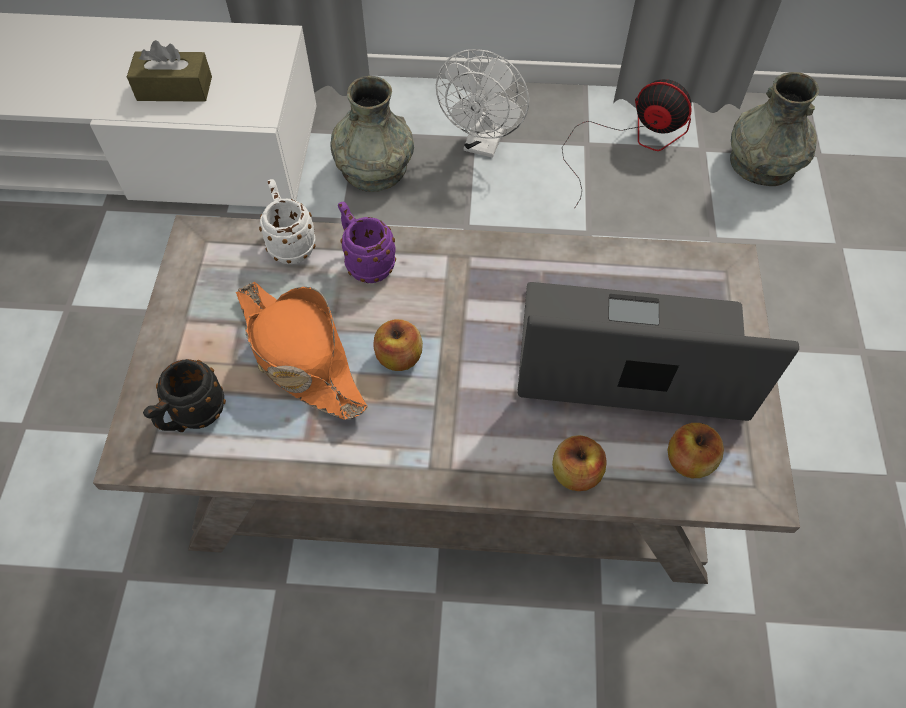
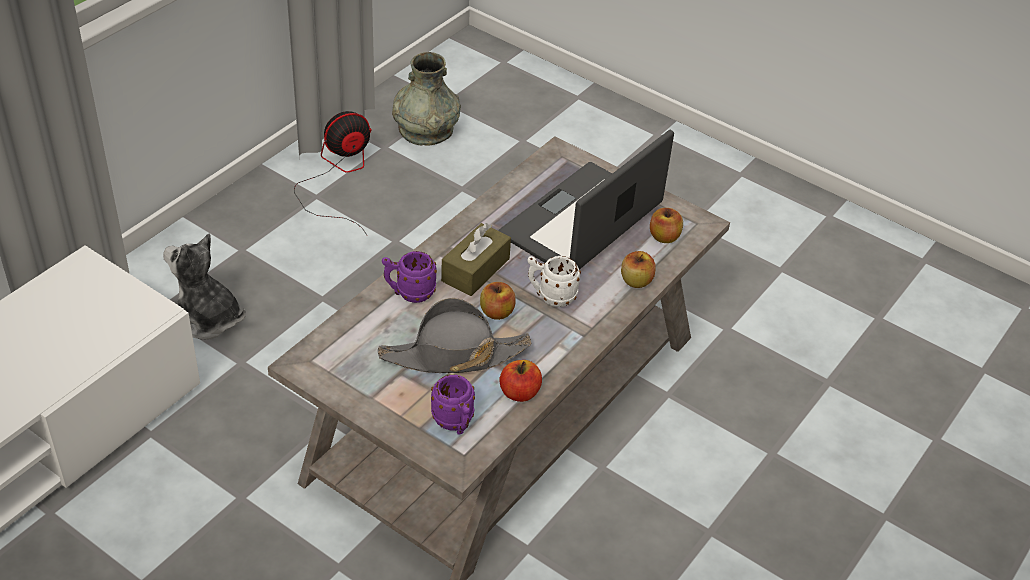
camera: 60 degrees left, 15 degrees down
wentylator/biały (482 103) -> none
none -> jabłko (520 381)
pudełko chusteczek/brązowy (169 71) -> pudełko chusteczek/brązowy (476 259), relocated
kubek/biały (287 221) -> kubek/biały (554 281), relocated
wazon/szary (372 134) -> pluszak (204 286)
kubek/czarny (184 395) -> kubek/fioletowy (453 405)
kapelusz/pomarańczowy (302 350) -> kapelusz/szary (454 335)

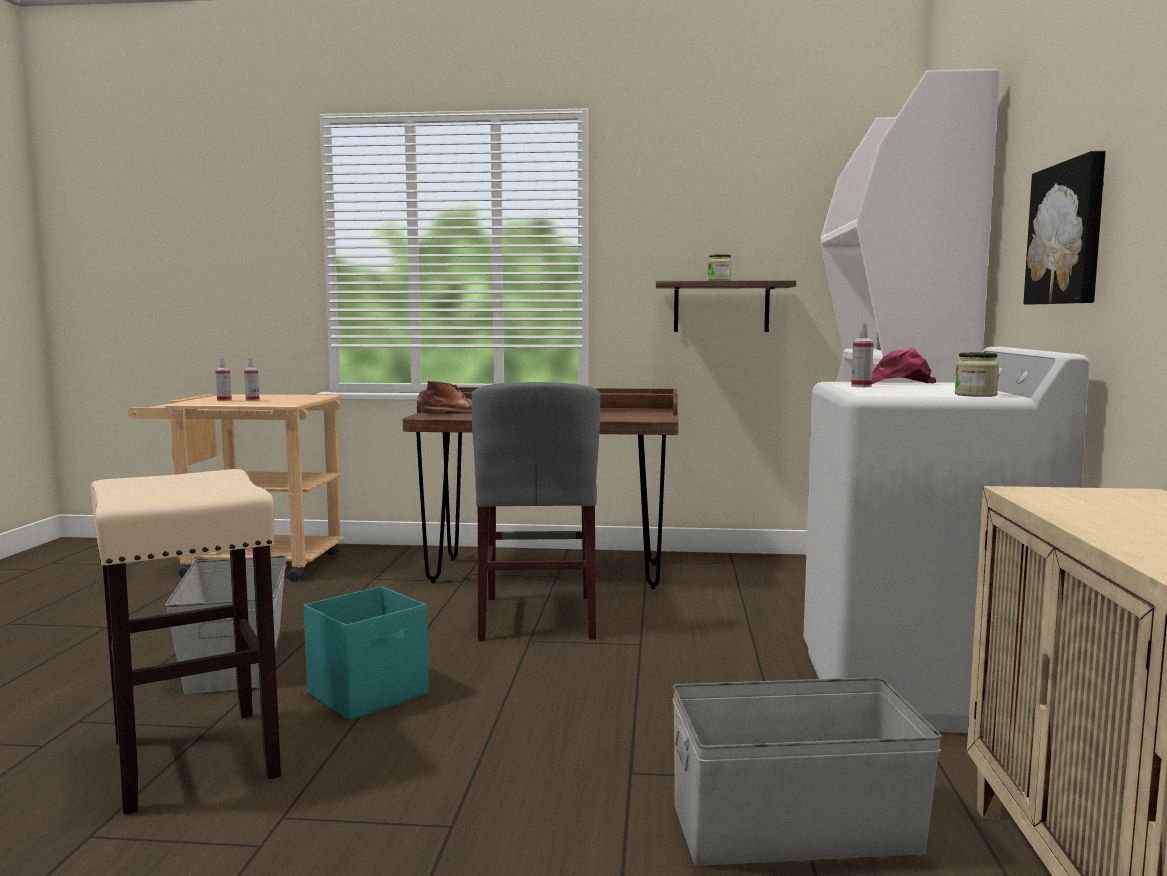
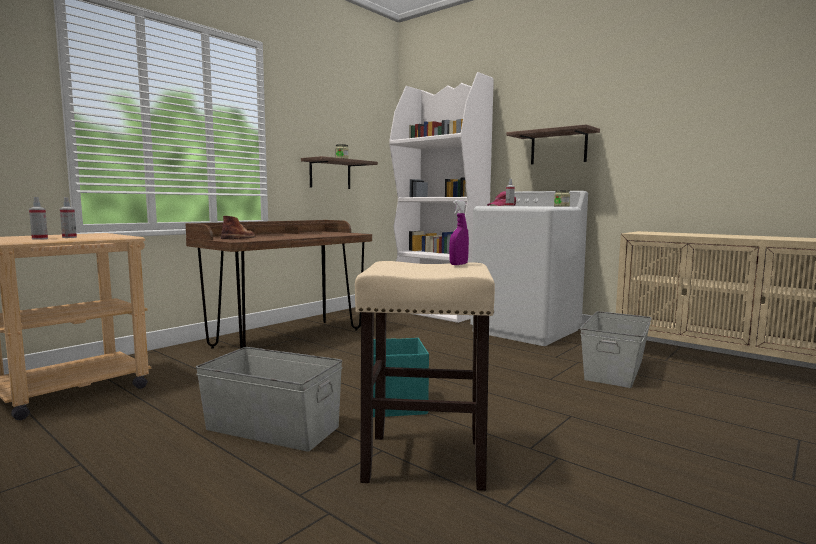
camera: 55 degrees left, 0 degrees up
krzesło/szary (535 511) -> none
none -> spryskiwacz/fioletowy (459 232)
obraz (1064 228) -> półka (553 144)

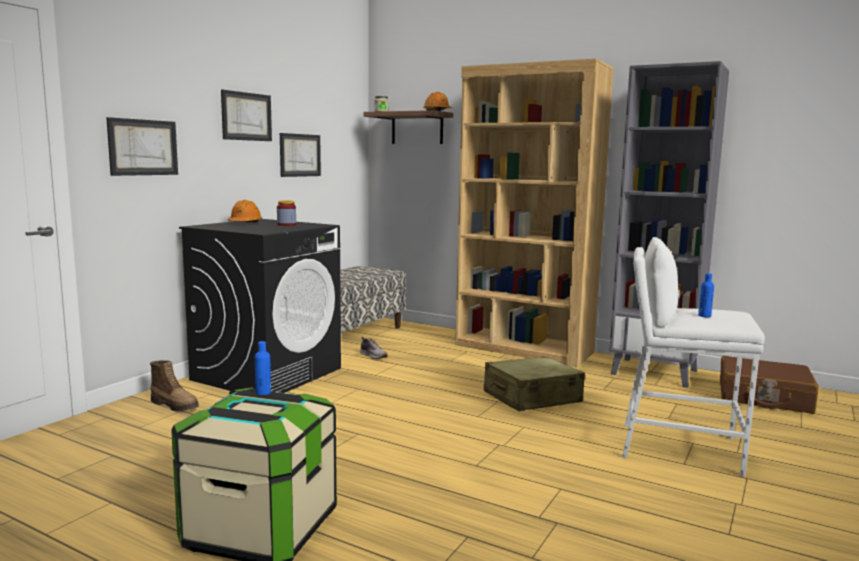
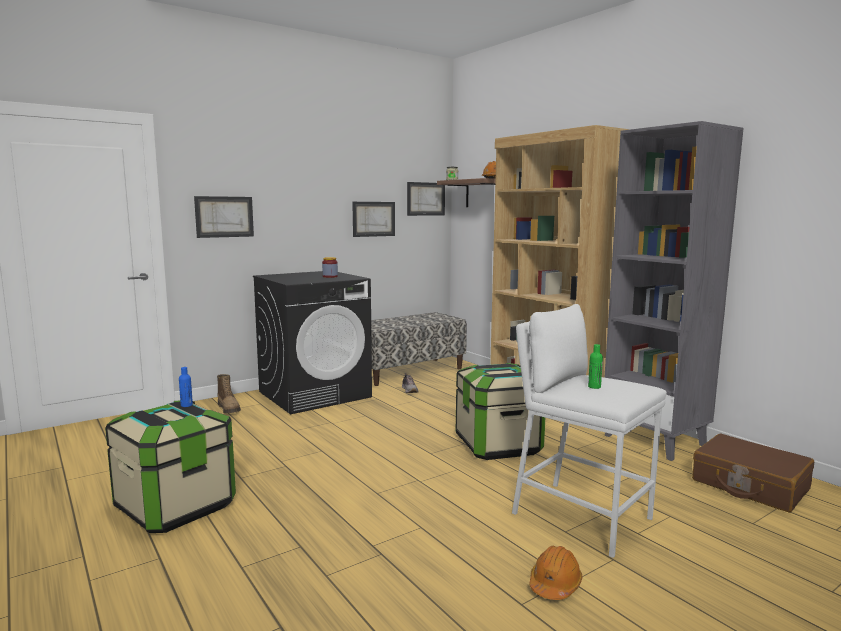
camera: 25 degrees right, 0 degrees up
obraz (246 115) -> obraz (426 199), relocated
kask/pomarańczowy (245 211) -> kask/pomarańczowy (556 573), relocated
walizka/beżowy (534 383) -> pojemnik do przechowywania (500 411)
butelka/niebieski (706 295) -> butelka/zielony (595 366)

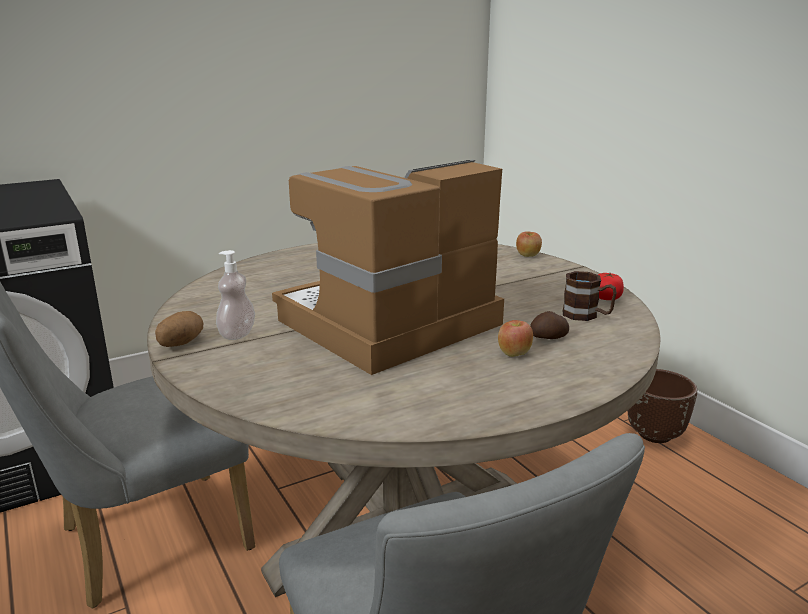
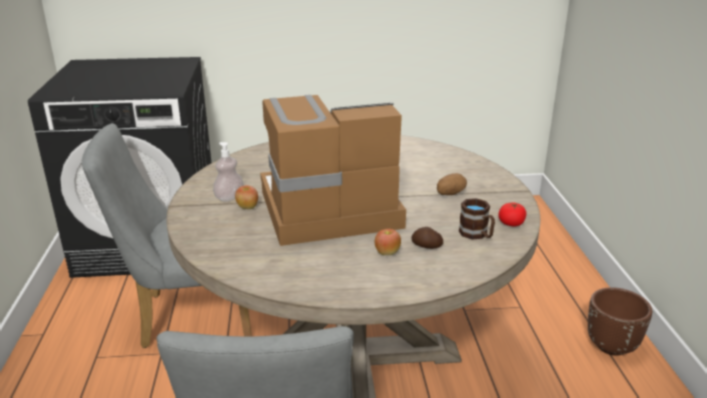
camera: 25 degrees right, 5 degrees up
ziemniak (179 329) -> ziemniak (452 184), relocated
jabłko (529 244) -> jabłko (246 197), relocated

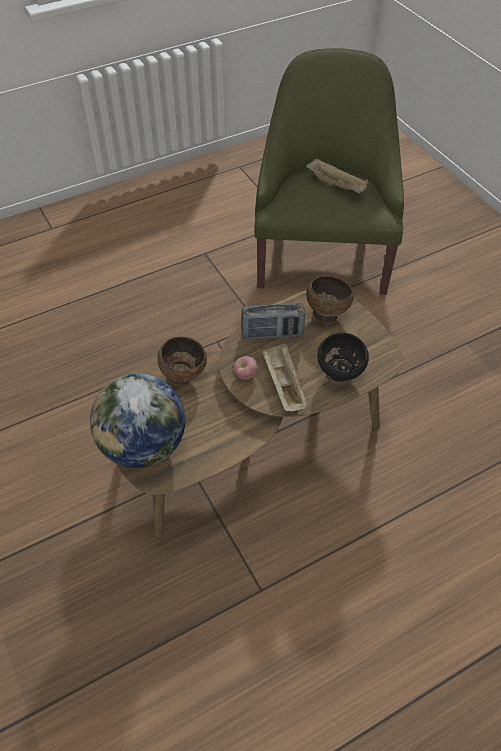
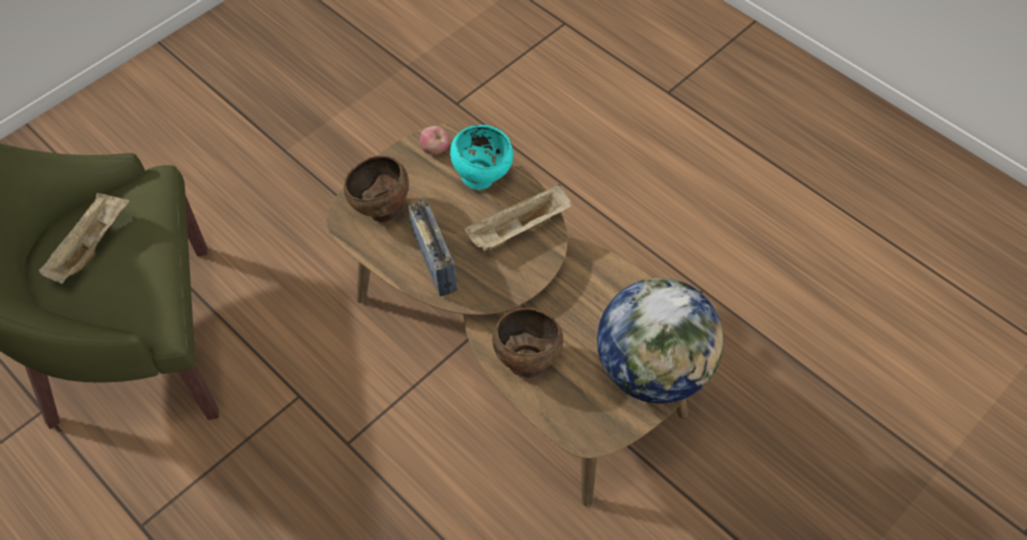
camera: 105 degrees left, 5 degrees up
jabłko (246 368) -> jabłko (435 140), relocated
miska/czarny (343 357) -> miska/turkusowy (481 157)

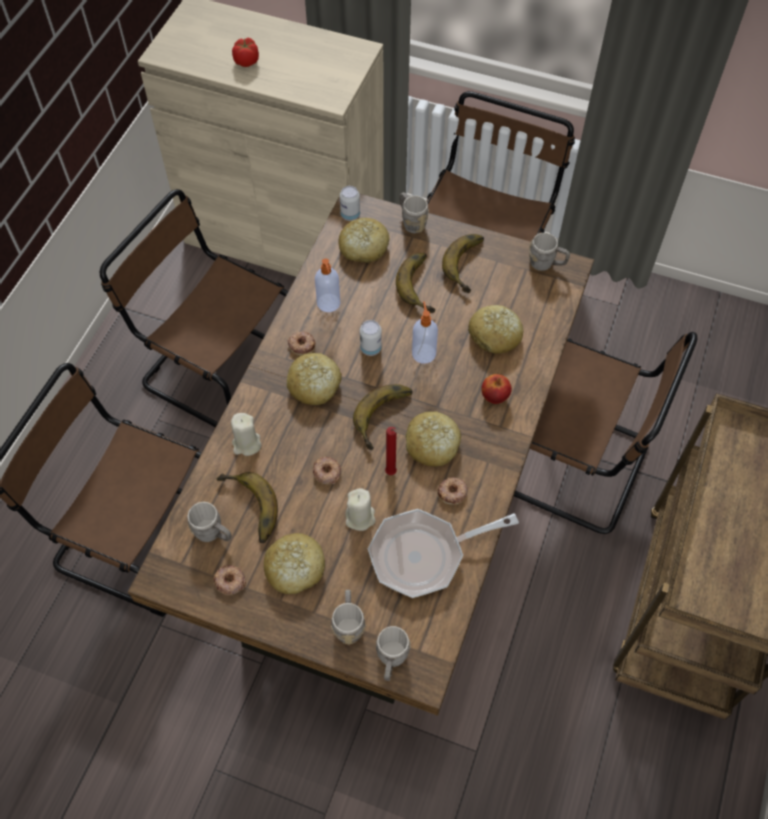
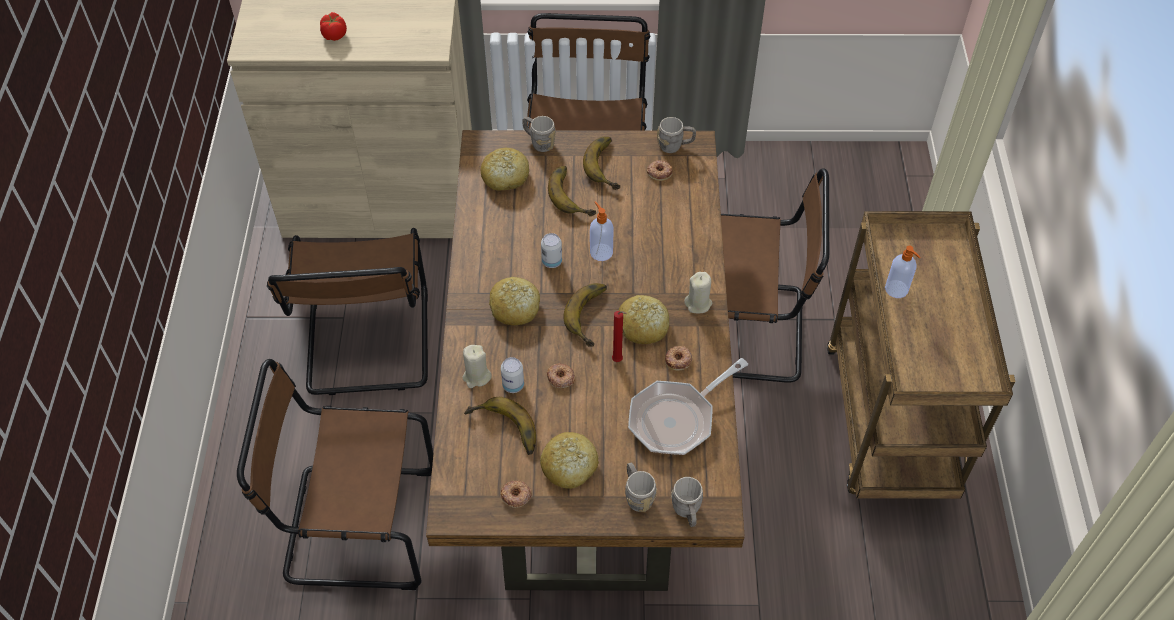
camera: 20 degrees left, 5 degrees down
kubek/szary (210 522) -> none
chleb (495 329) -> none
jabłko (496 389) -> none
donut (302 343) -> donut (660 170), relocated
dozownik mydła (327 285) -> dozownik mydła (903 272), relocated
puszka (350 203) -> puszka (512 375), relocated
świeca/beżowy (360 509) -> świeca/beżowy (698 292), relocated
krzesło/brązowy (194 308) -> krzesło/brązowy (347 311), 105 degrees counterclockwise

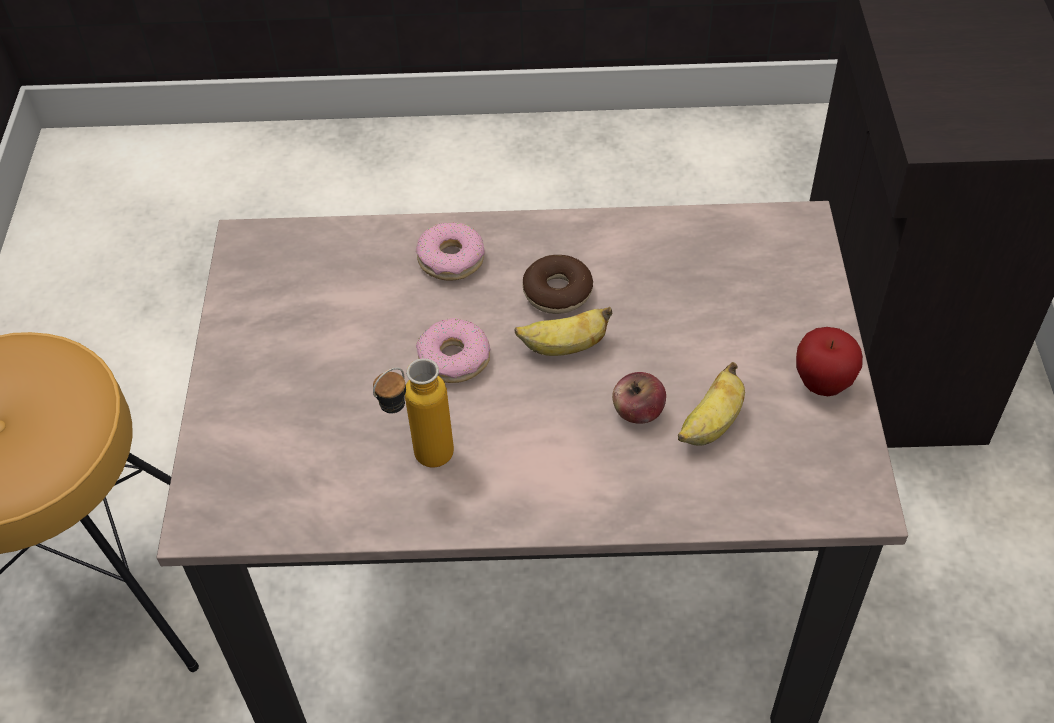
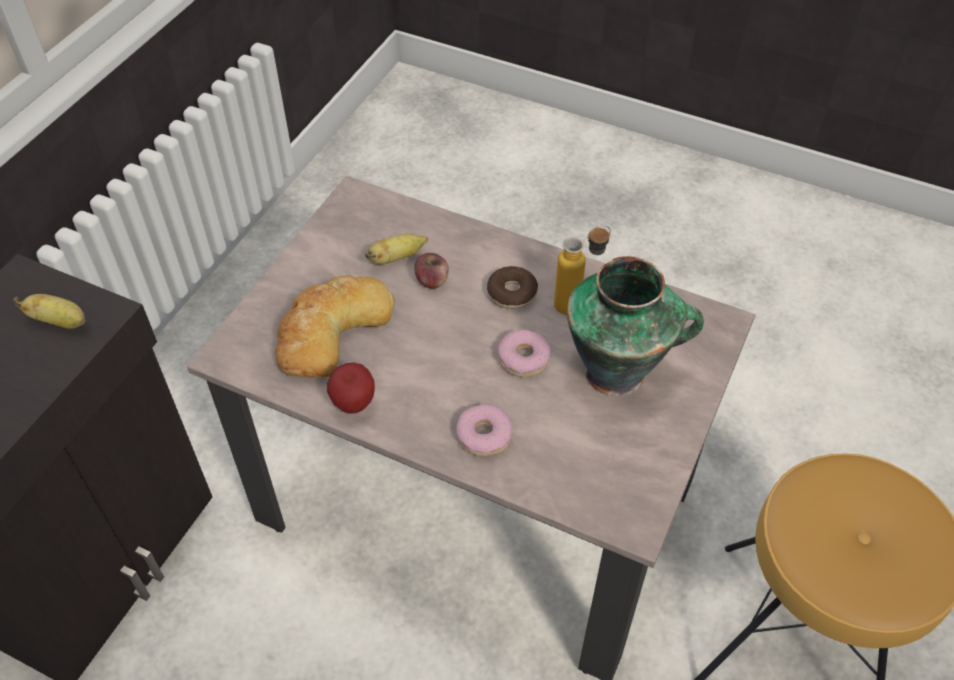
camera: 155 degrees left, 0 degrees up
none -> chleb (335 326)
none -> wazon (635 326)
banan (563 331) -> banan (49 311), relocated
donut (558 284) -> donut (512 287), relocated
jabłko (829 361) -> jabłko (351 388), relocated

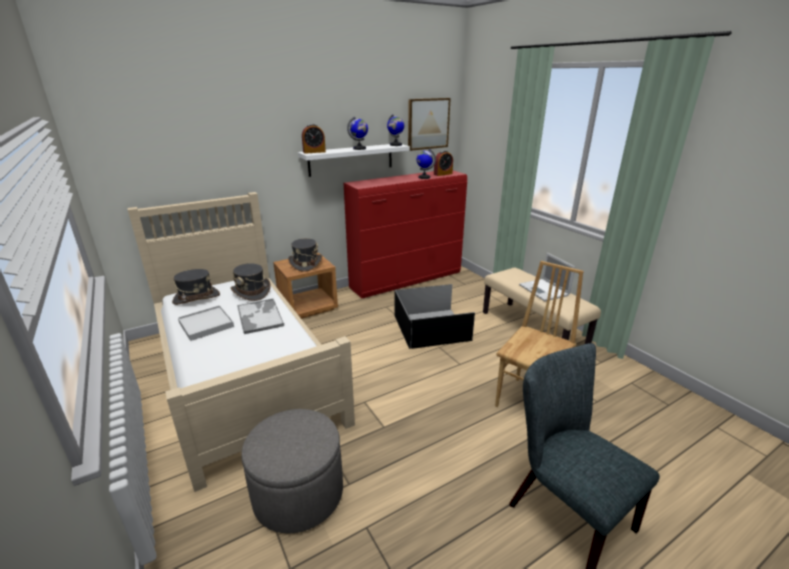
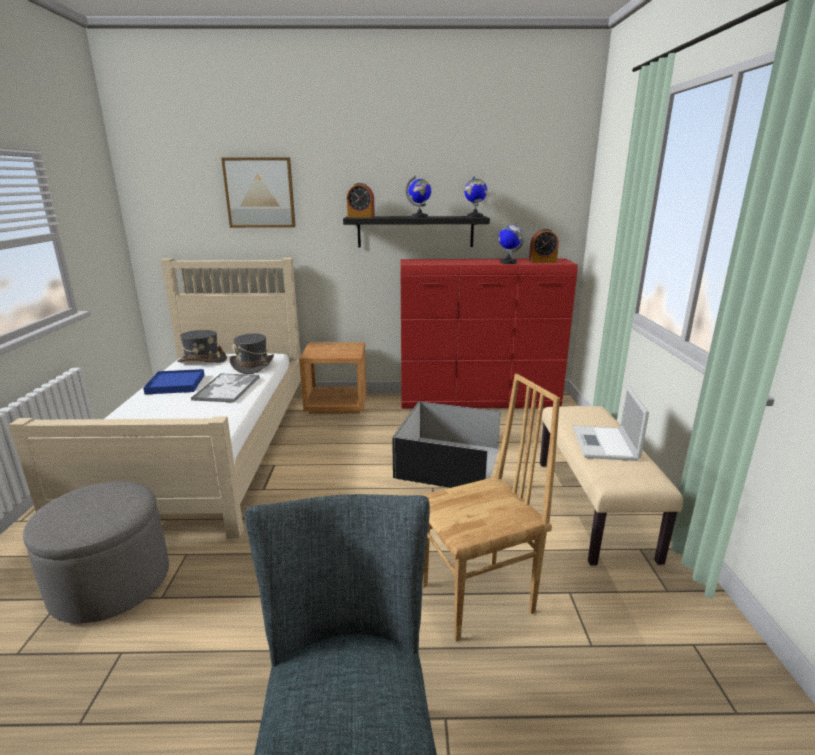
camera: 30 degrees right, 5 degrees down
kapelusz/szary (305 255) -> none
obraz (429 124) -> obraz (258 192), relocated
taca/biały (206 323) -> taca/niebieski (174 382)
półka/biały (354 160) -> półka/czarny (416 231)

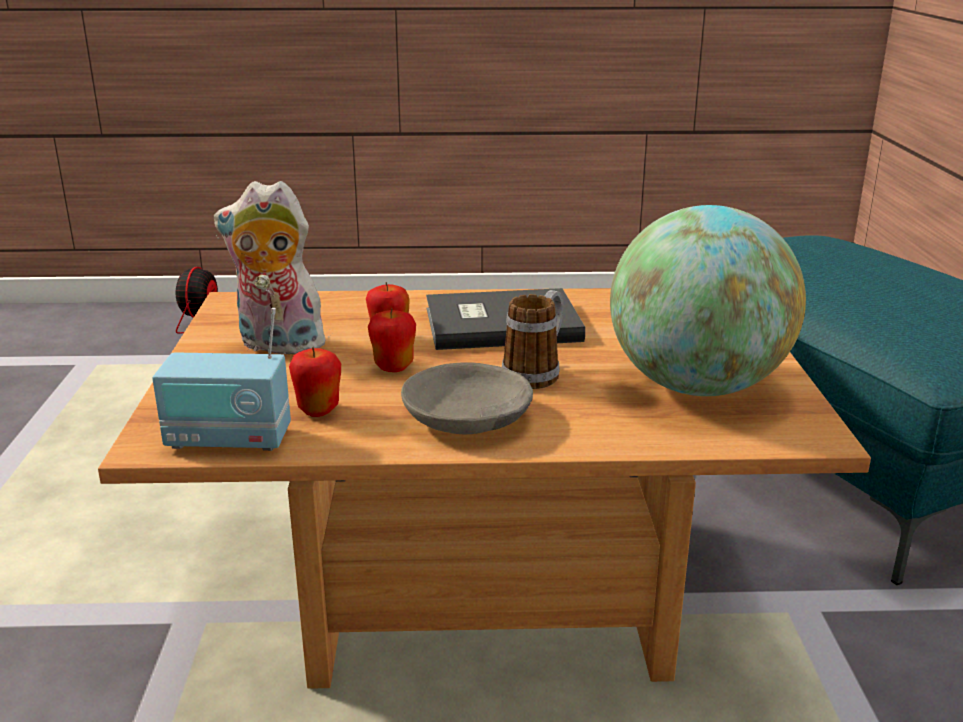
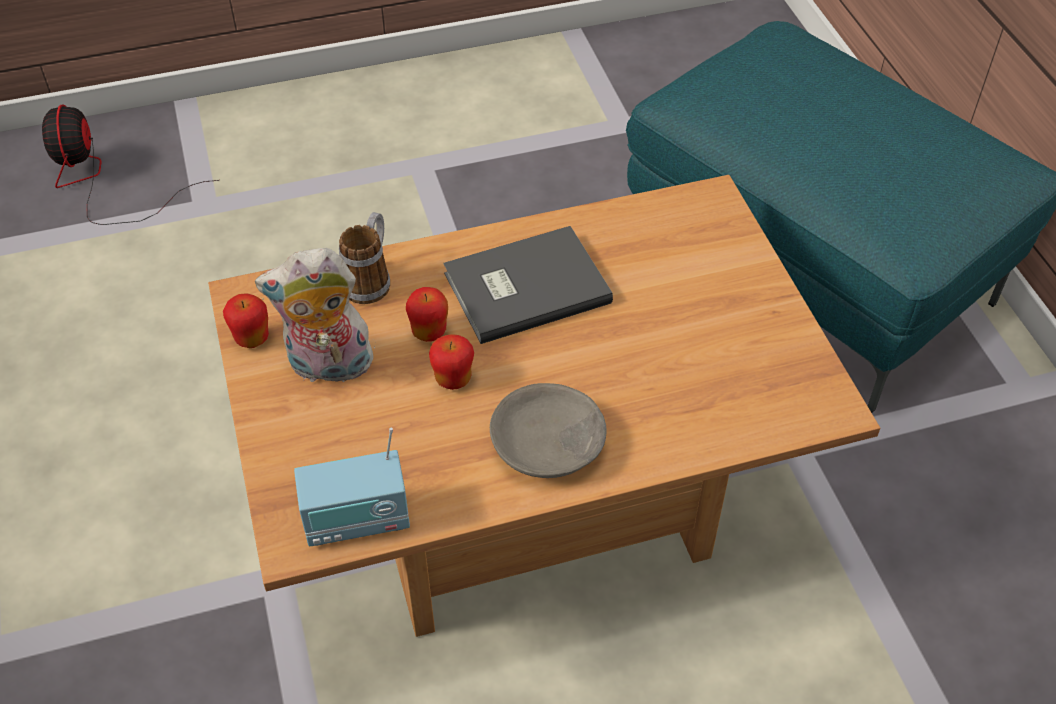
camera: 15 degrees left, 25 degrees up
globus (708 300) -> none
jabłko (315 381) -> jabłko (246 320), relocated
kubek (532 339) -> kubek (364 258), relocated

